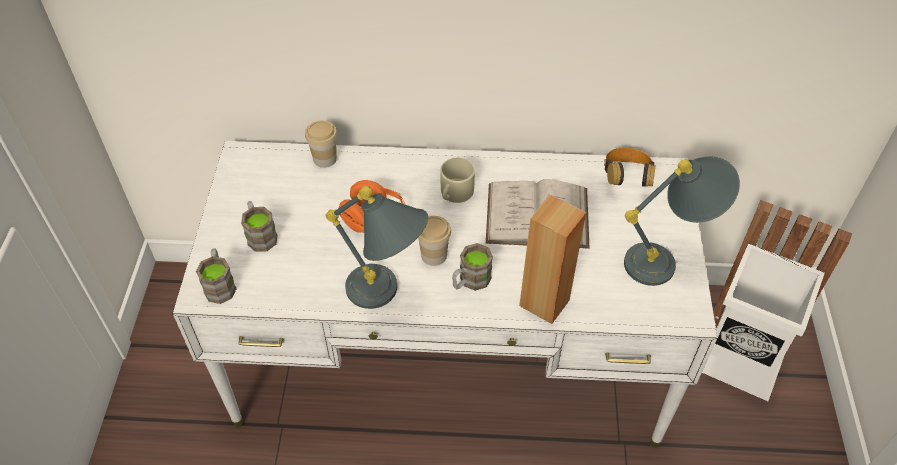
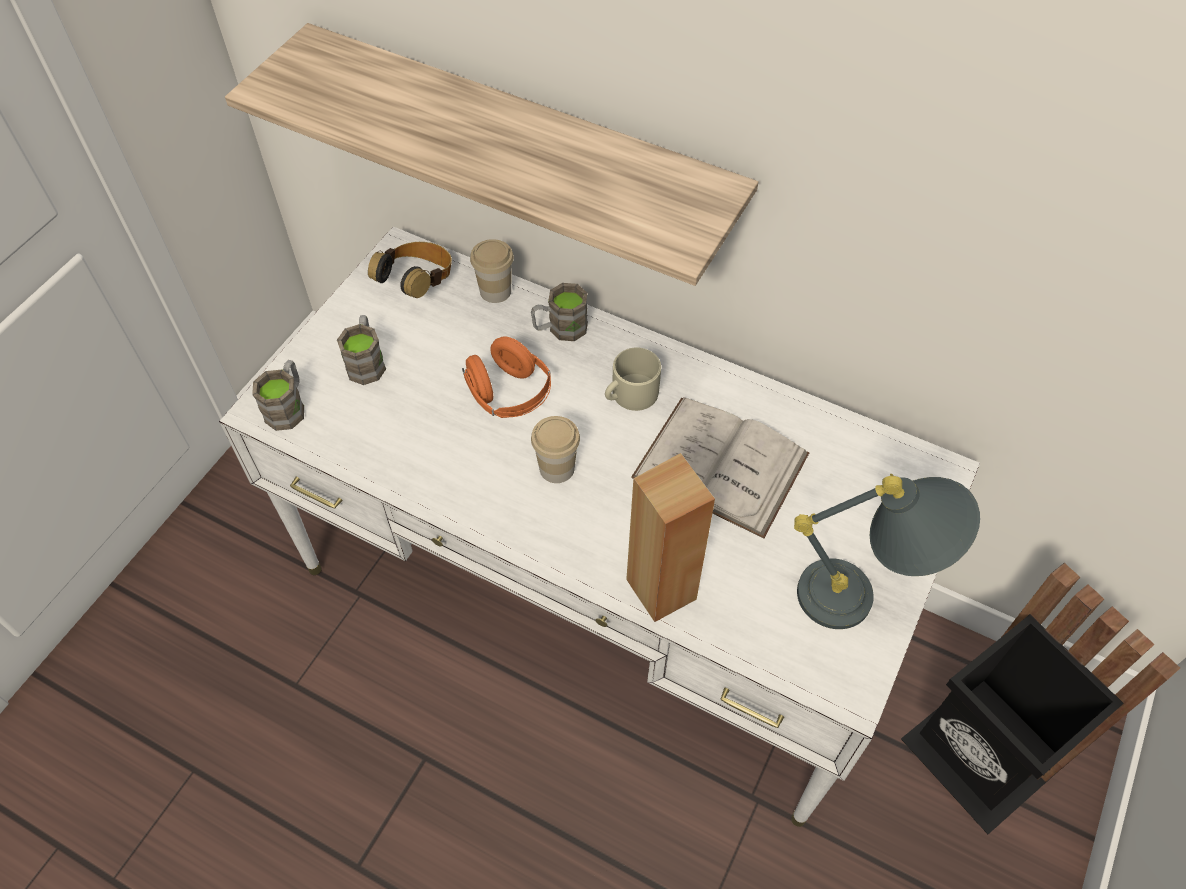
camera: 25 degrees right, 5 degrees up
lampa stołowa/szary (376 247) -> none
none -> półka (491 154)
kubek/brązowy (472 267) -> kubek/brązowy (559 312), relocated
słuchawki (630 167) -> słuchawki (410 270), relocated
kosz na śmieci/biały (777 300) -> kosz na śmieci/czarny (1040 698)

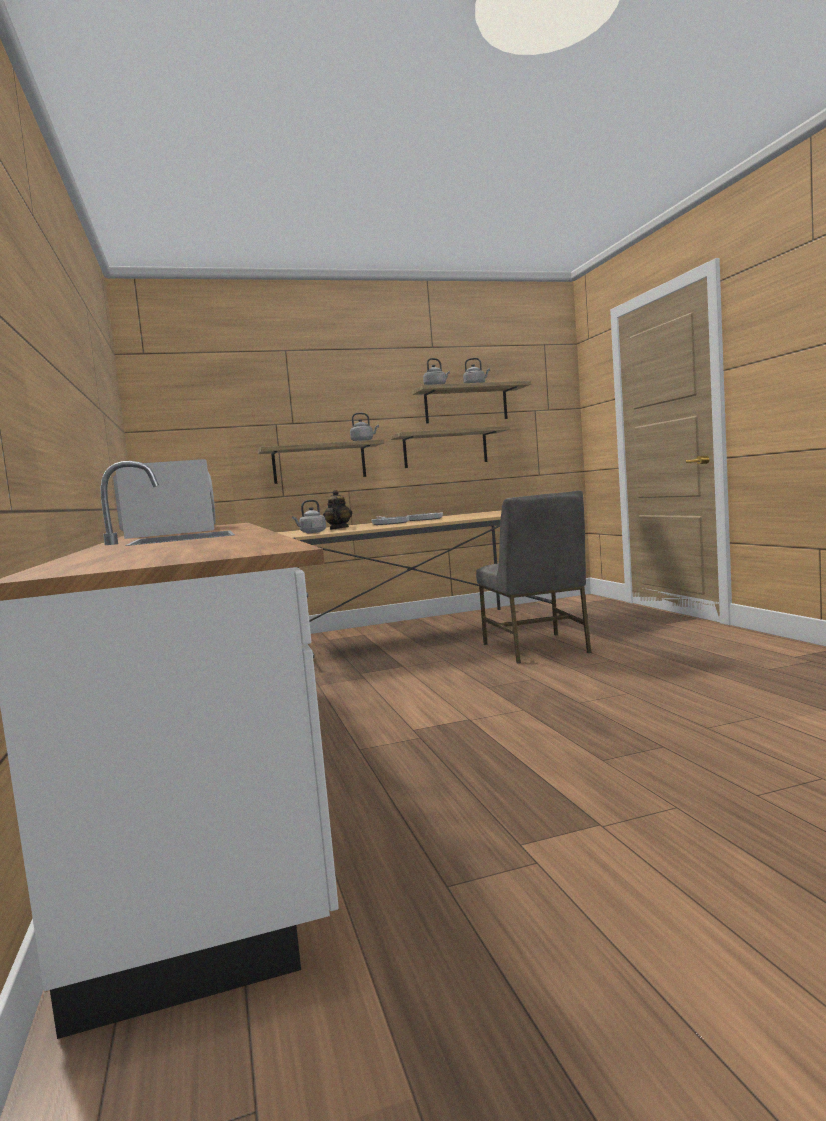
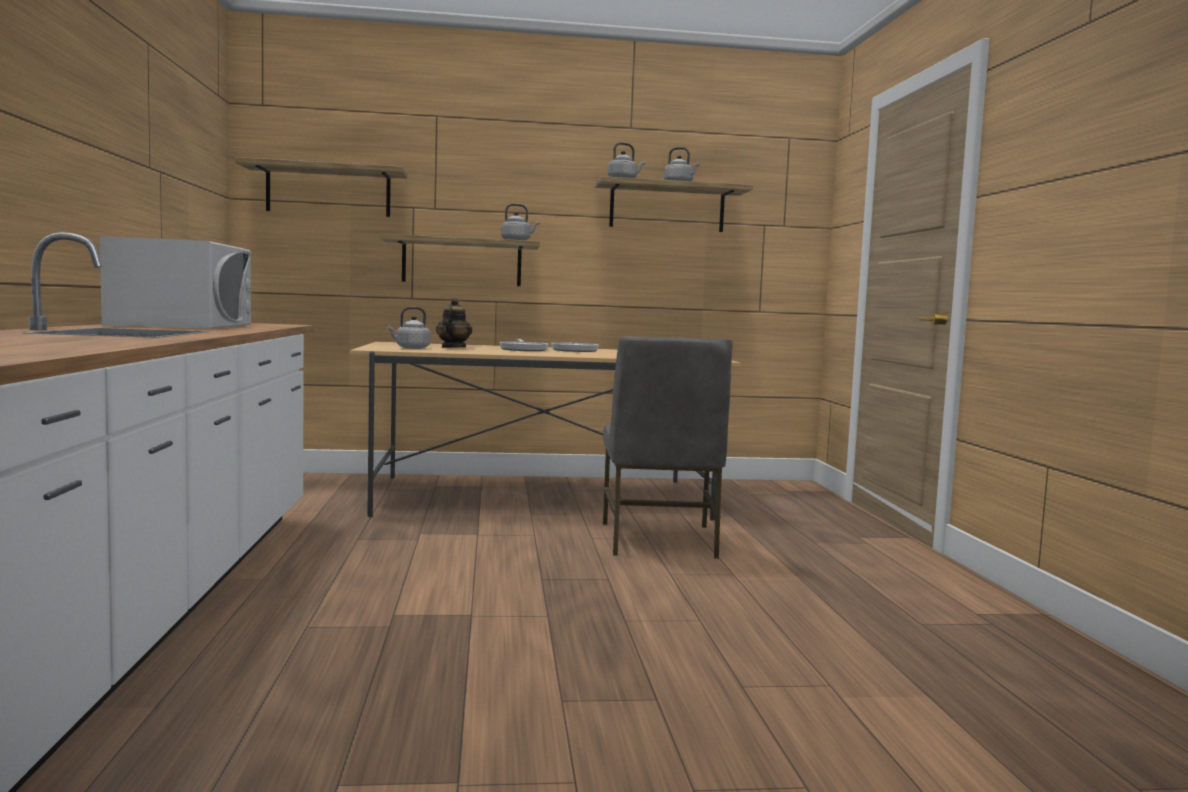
camera: 10 degrees right, 0 degrees up
półka (450 447) -> półka (321 187), relocated

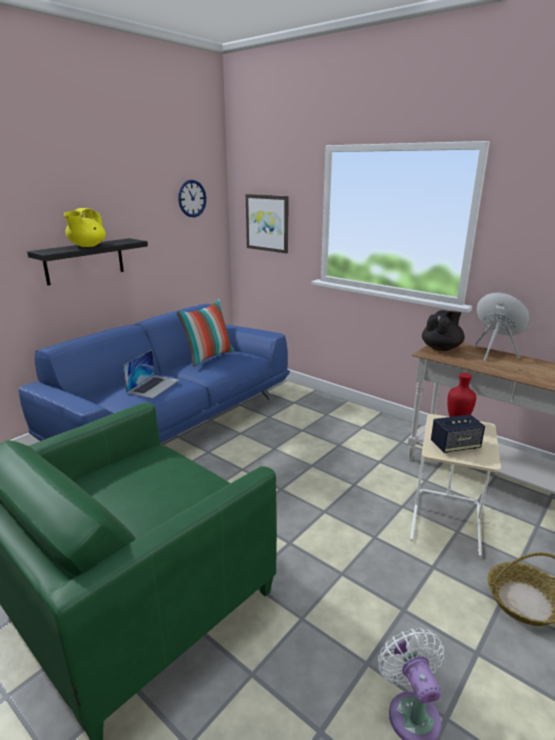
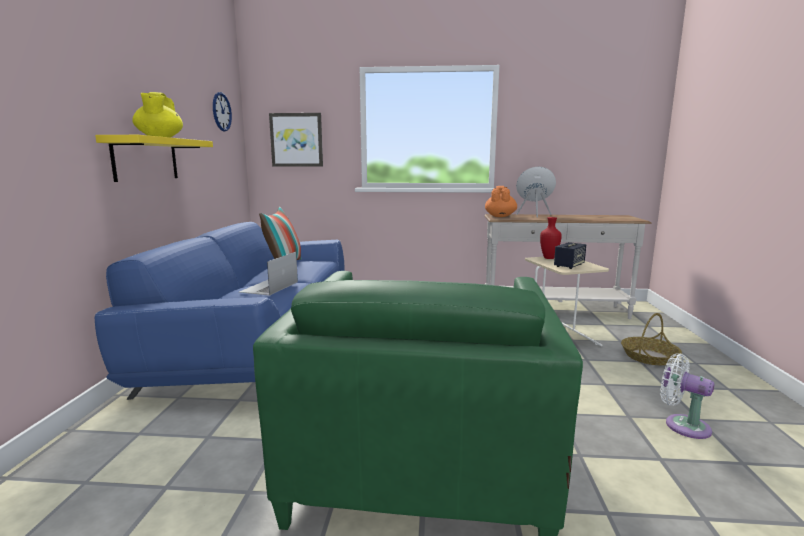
camera: 35 degrees left, 10 degrees down
półka/czarny (87 261) -> półka/żółty (154 158)
imbryk/czarny (443 330) -> imbryk/pomarańczowy (501 201)
laptop (151 374) -> laptop (268 274), 150 degrees counterclockwise

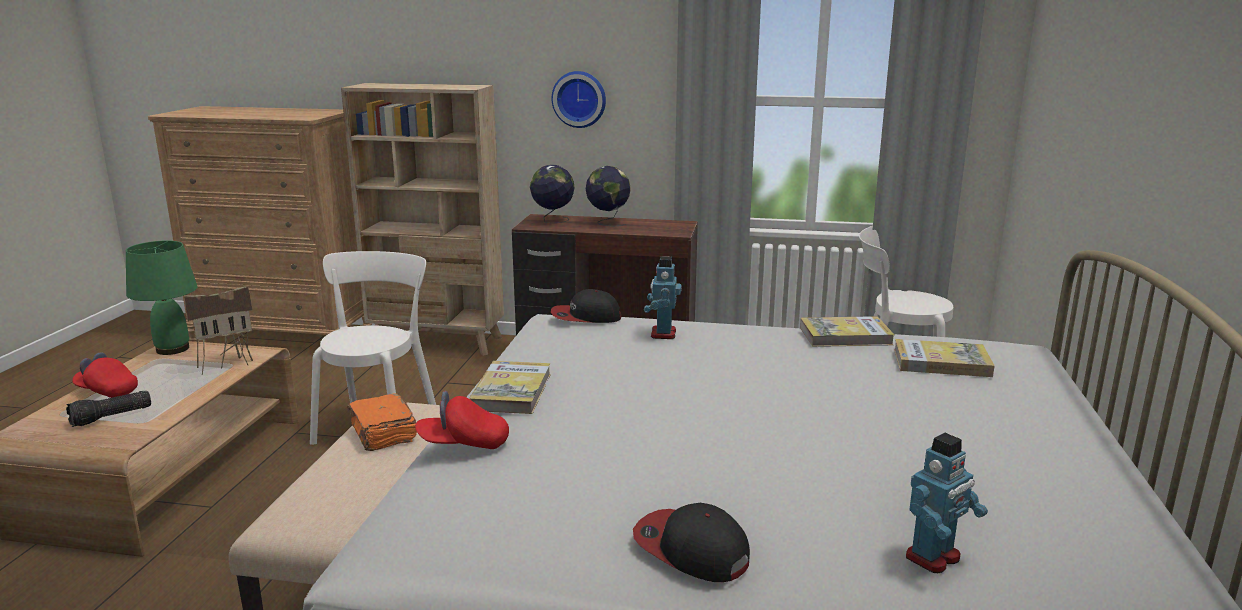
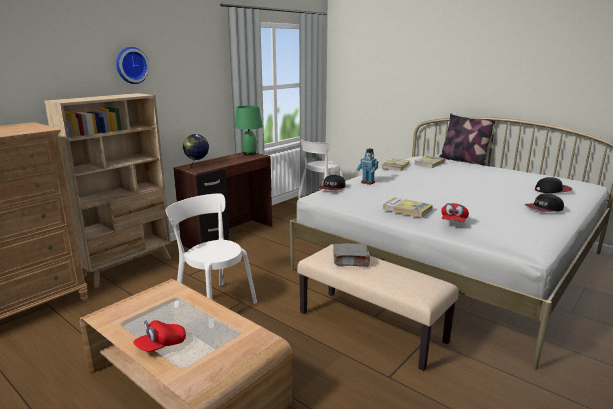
camera: 60 degrees left, 0 degrees up
latarka (108 409) -> none
domek (218 330) -> none
globus (608 196) -> none
none -> poduszka (467 140)
lampa stołowa/zielony (161 298) -> lampa stołowa/zielony (249 130), relocated
zegar ścienny (579 99) -> zegar ścienny (133 65), relocated
robot zabawkowy (947 503) -> czapka z daszkiem (553 185)
książka/pomarańczowy (382 422) -> książka/szary (351 255)

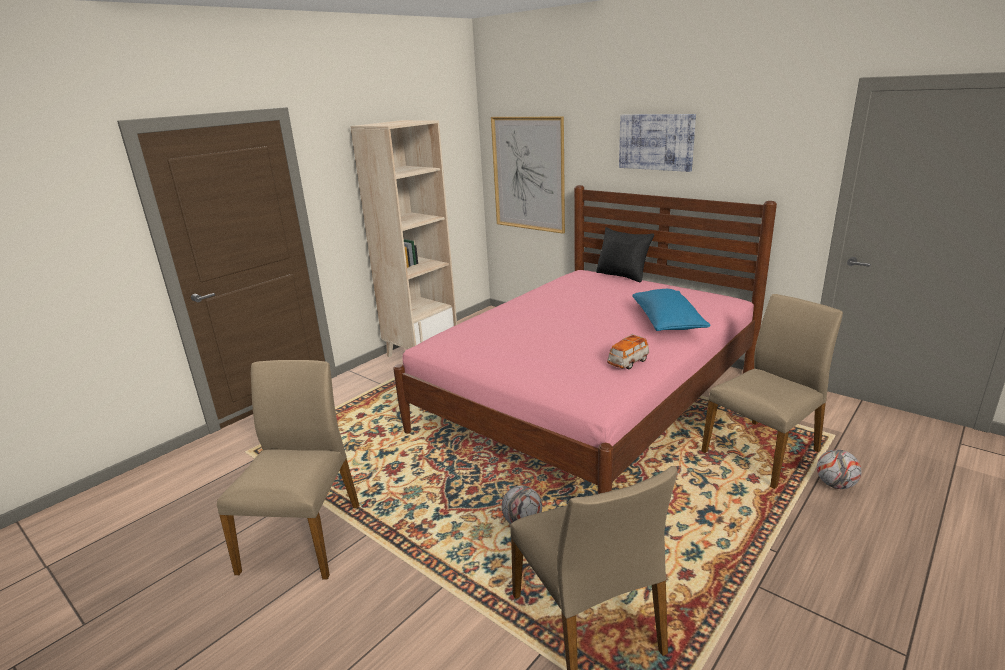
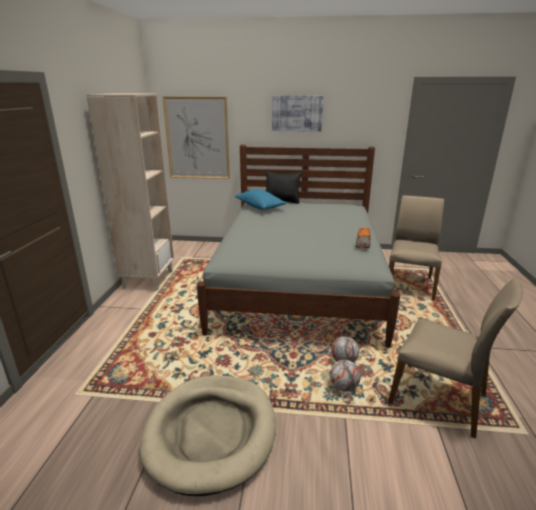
camera: 35 degrees left, 0 degrees up
poduszka/niebieski (671 310) -> poduszka/niebieski (261 199), relocated
piłka futbolowa (839 469) -> piłka futbolowa (345 375), relocated
krzesło/beżowy (288 470) -> legowisko/beżowy (207 435)
łóżko/różowy (585 339) -> łóżko/szary (298 246)

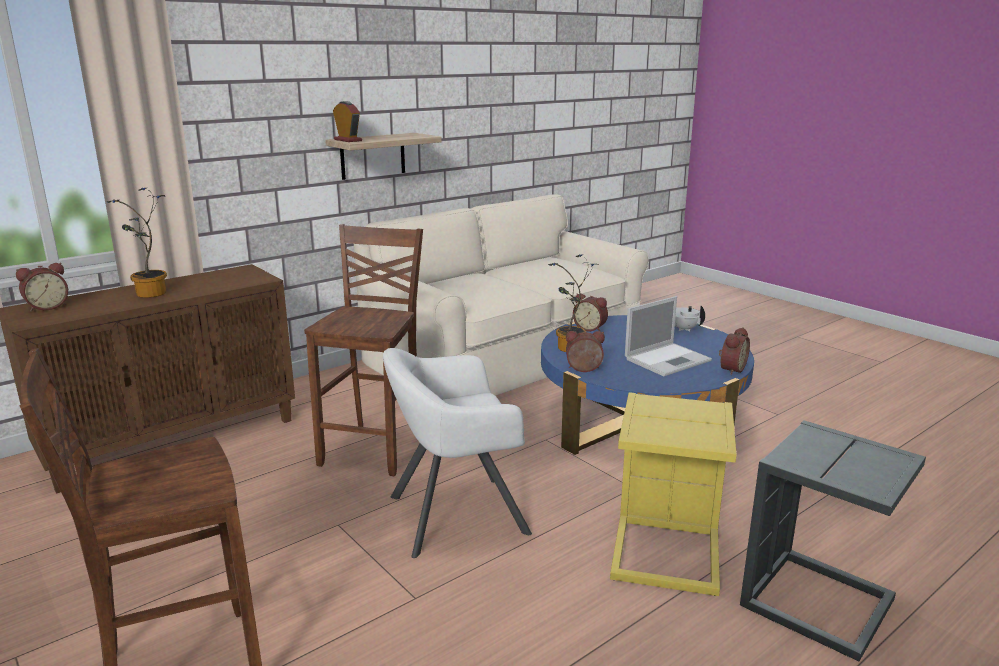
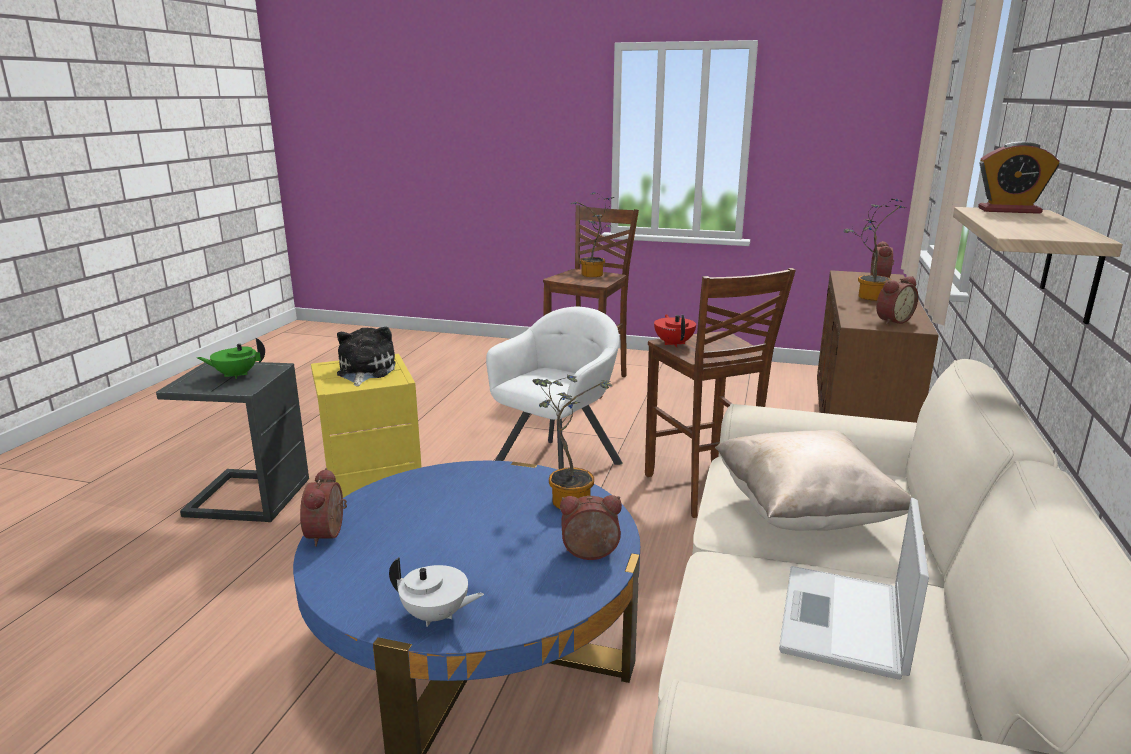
camera: 145 degrees right, 0 degrees up
none -> imbryk/zielony (231 358)
none -> pluszak (366 356)
none -> roślina doniczkowa (592 235)
none -> imbryk/czerwony (675 330)
none -> poduszka/beżowy (813 480)
budzik (585 351) -> budzik (897 300), relocated
laptop (668 336) -> laptop (854 589), relocated

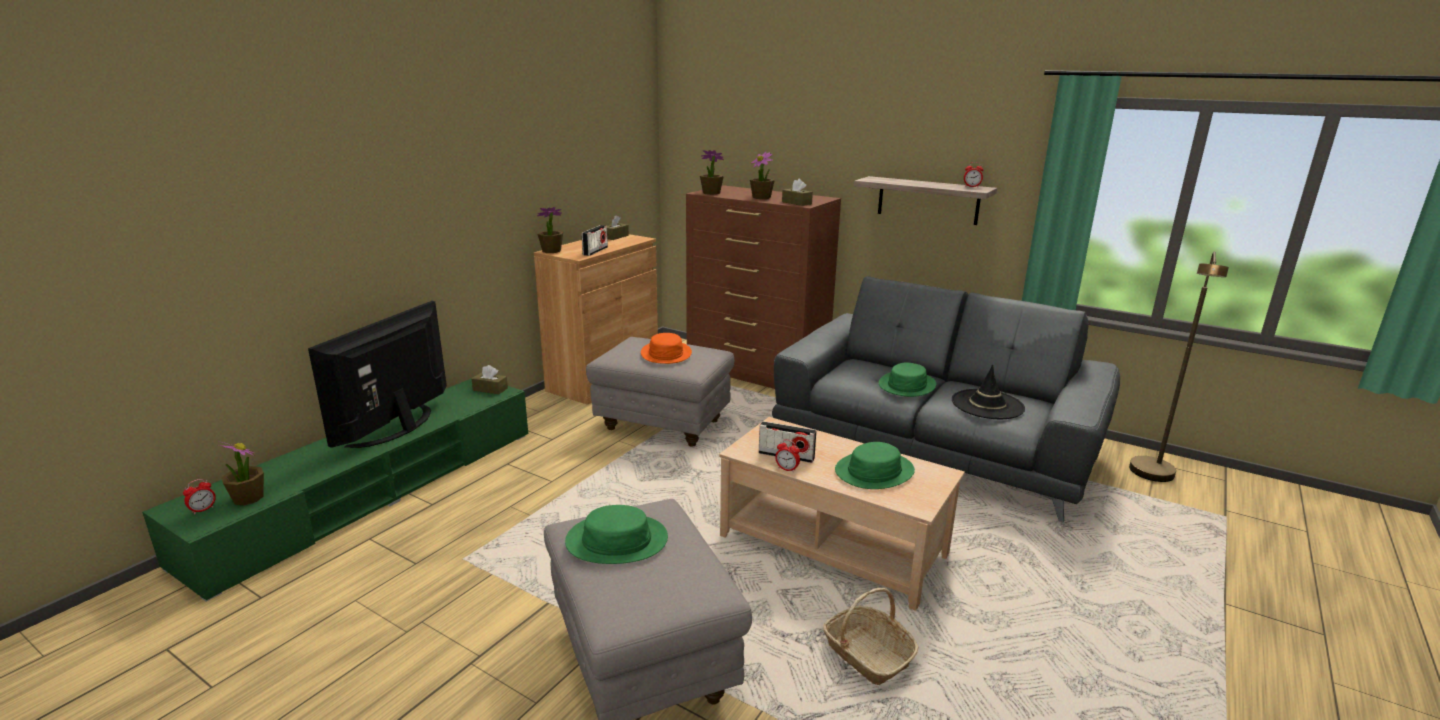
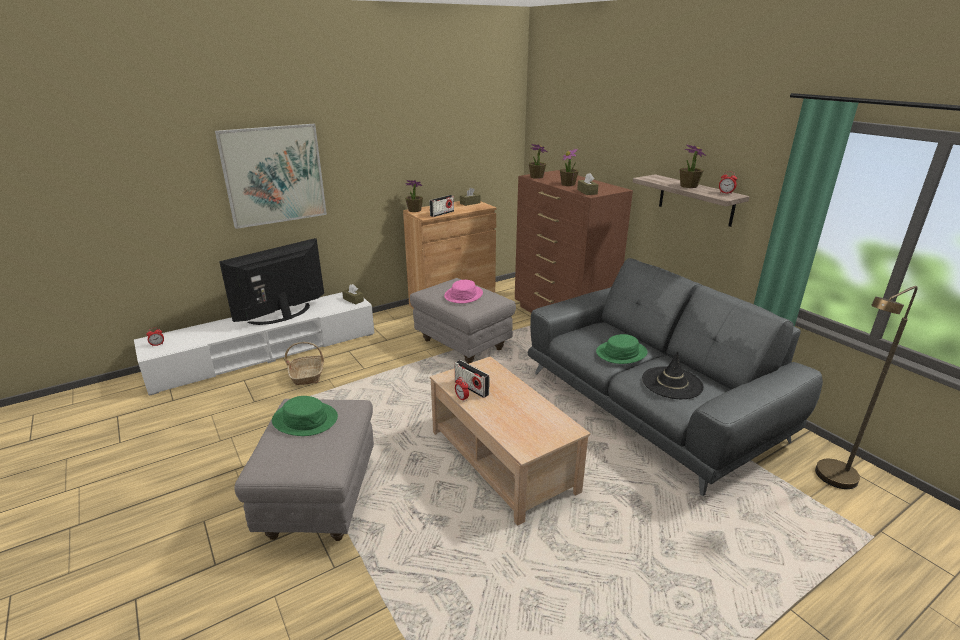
camera: 25 degrees right, 5 degrees up
kapelusz/zielony (875 465) -> none
none -> obraz (271 176)
roślina doniczkowa (240 473) -> roślina doniczkowa (693 166), relocated
koszyk (871 636) -> koszyk (304 363), relocated
szafka pod telewizor/zielony (335 489) -> szafka pod telewizor/biały (254 344)
kapelusz/pomarańczowy (666 348) -> kapelusz/różowy (463 291)

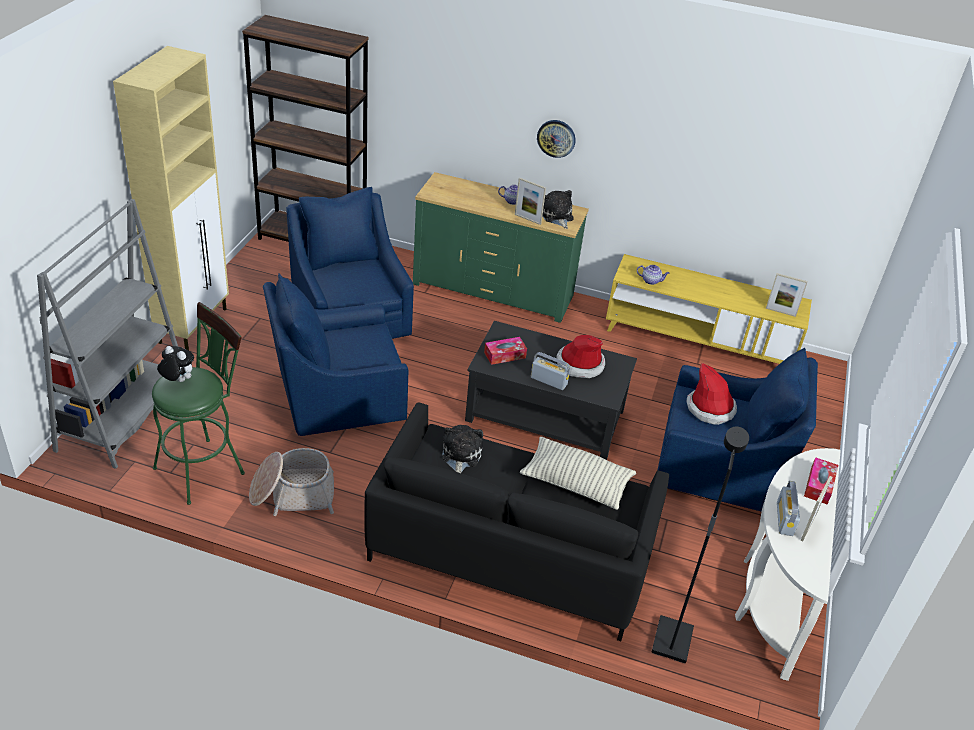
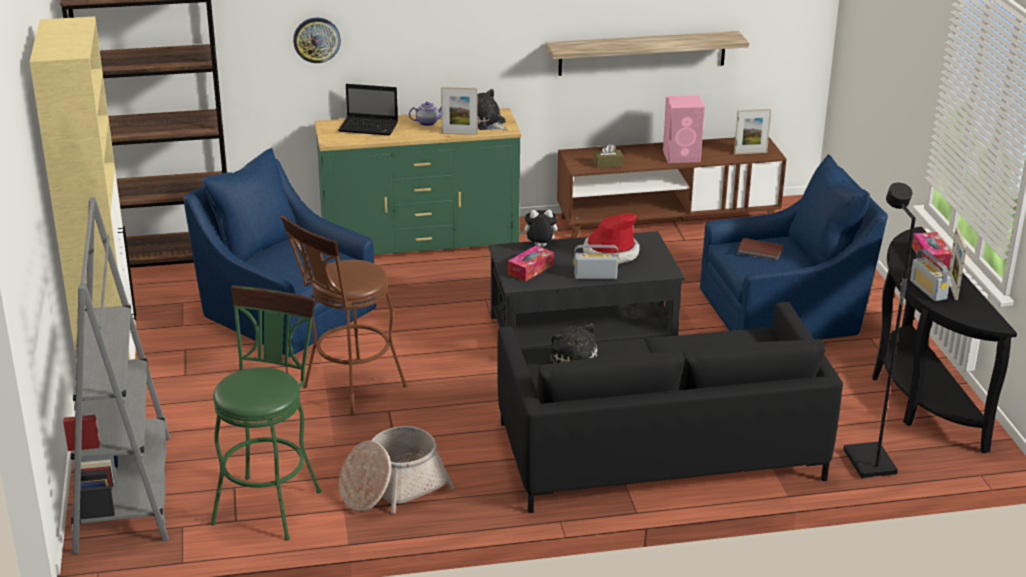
camera: 25 degrees left, 10 degrees down
poduszka (578 473) -> none
none -> laptop (368 110)
none -> półka (647 53)
none -> głośnik/różowy (684 129)
pluszak (175 364) -> pluszak (539 228), relocated
zegar ścienny (556 139) -> zegar ścienny (317 40), relocated
fotel/niebieski (335 354) -> stołek/brązowy (344 315)
imbryk (653 275) -> pudełko chusteczek/brązowy (608 155)
kapelusz (712 394) -> książka/brązowy (760 249)
szafka pod telewizor/żółty (709 309) -> szafka pod telewizor/brązowy (672 187)
stolik konsolowy/biały (788 564) -> stolik konsolowy/czarny (944 340)

